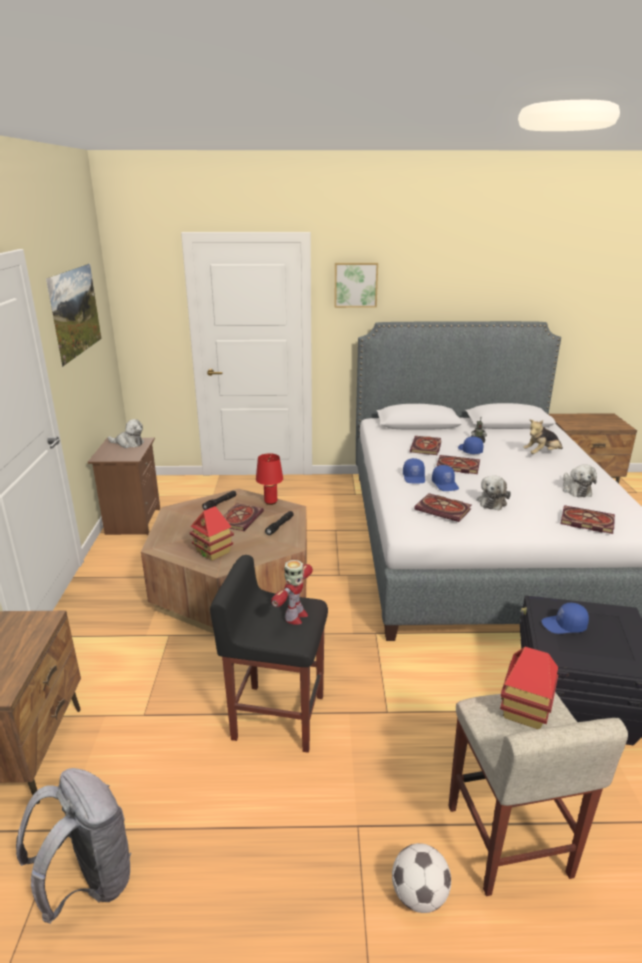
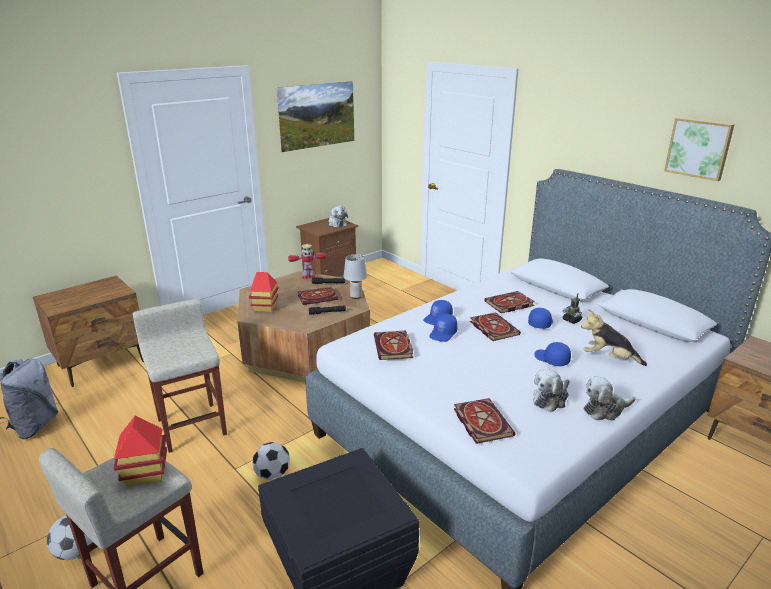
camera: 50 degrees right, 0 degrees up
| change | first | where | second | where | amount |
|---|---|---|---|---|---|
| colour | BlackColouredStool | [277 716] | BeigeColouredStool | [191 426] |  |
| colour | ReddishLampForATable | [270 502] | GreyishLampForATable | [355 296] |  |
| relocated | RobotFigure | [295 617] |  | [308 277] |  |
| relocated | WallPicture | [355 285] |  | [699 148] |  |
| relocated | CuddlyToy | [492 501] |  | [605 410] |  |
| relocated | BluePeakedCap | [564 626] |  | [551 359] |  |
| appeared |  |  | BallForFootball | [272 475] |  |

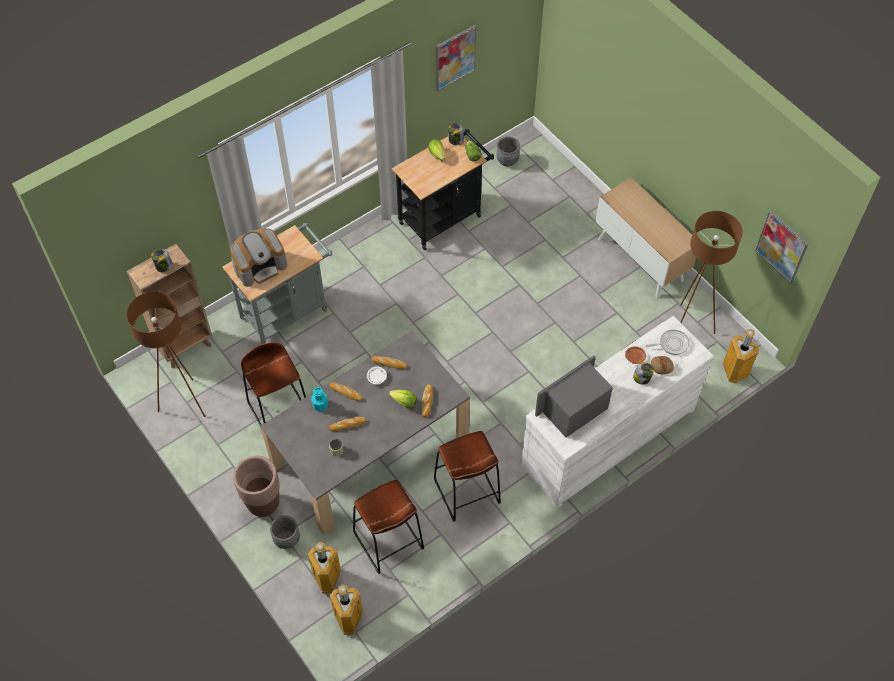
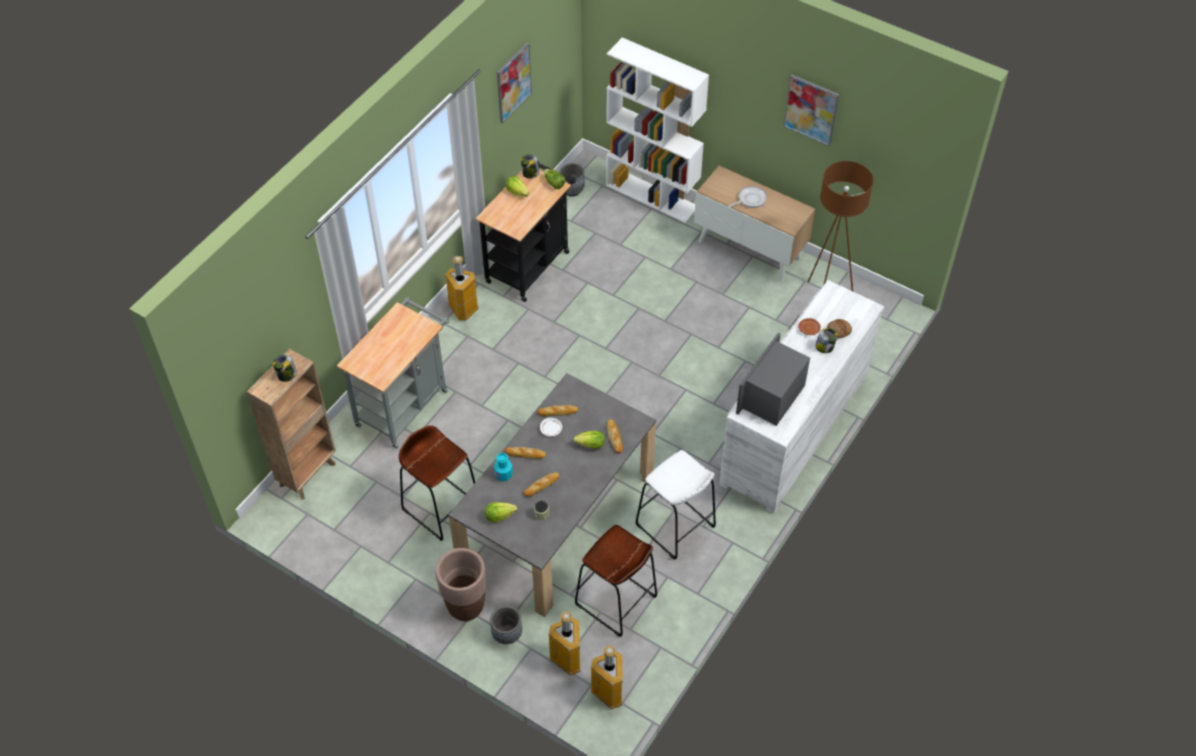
camera: 20 degrees left, 5 degrees down
| change | first | where | second | where | amount |
|---|---|---|---|---|---|
| missing | BrownishStandingLamp | [184 402] |  |  |  |
| missing | CoffeeMachine | [260 266] |  |  |  |
| colour | BrownishStool | [466 491] | WhitishStool | [675 526] |  |
| relocated | FryingPan | [671 344] |  | [750 199] |  |
| relocated | TrashCan | [734 371] |  | [462 309] |  |
| relocated | WallPicture | [782 246] |  | [811 109] |  |
| appeared |  |  | HeadOfLettuce | [499 516] |  |
| appeared |  |  | WhitishBookshelf | [652 196] |  |

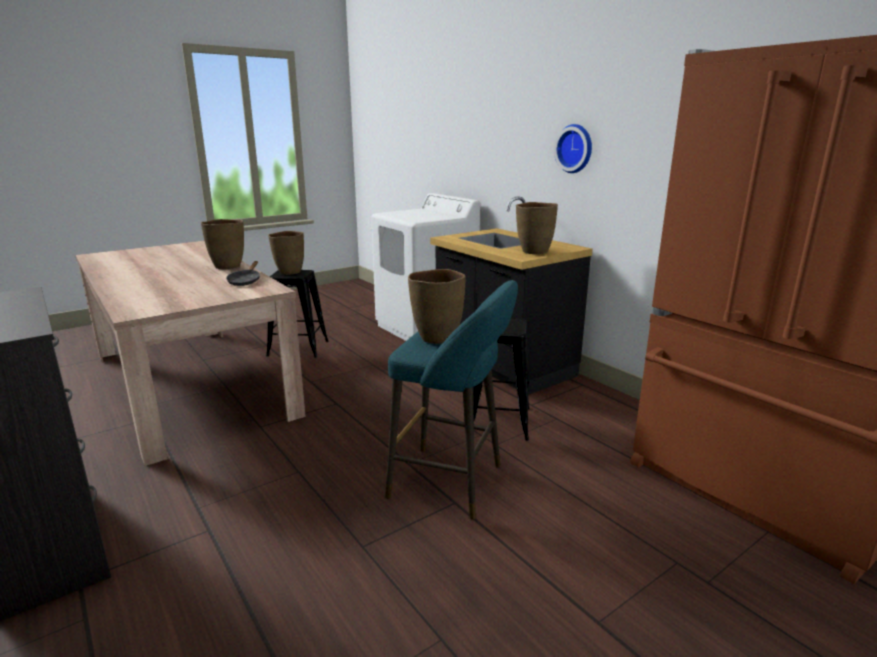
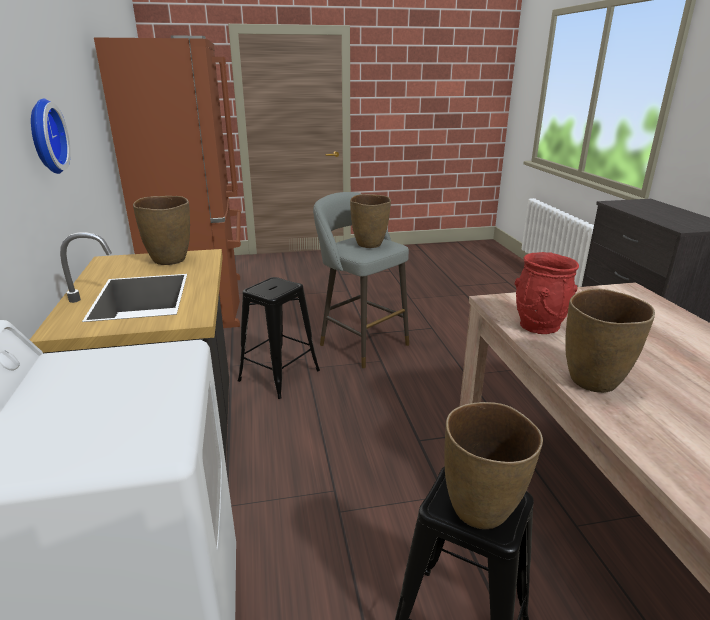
camera: 155 degrees left, 5 degrees up
| change | first | where | second | where | amount |
|---|---|---|---|---|---|
| exchanged | BlackColouredFryingPan | [245 281] | ReddishVase | [538 326] |  |
| colour | BlueGreenStool | [452 482] | GreyishStool | [360 343] |  |

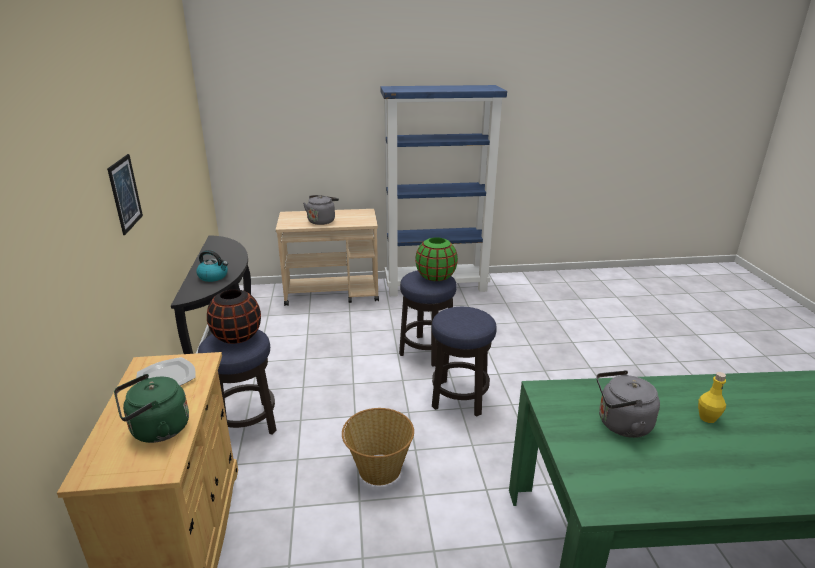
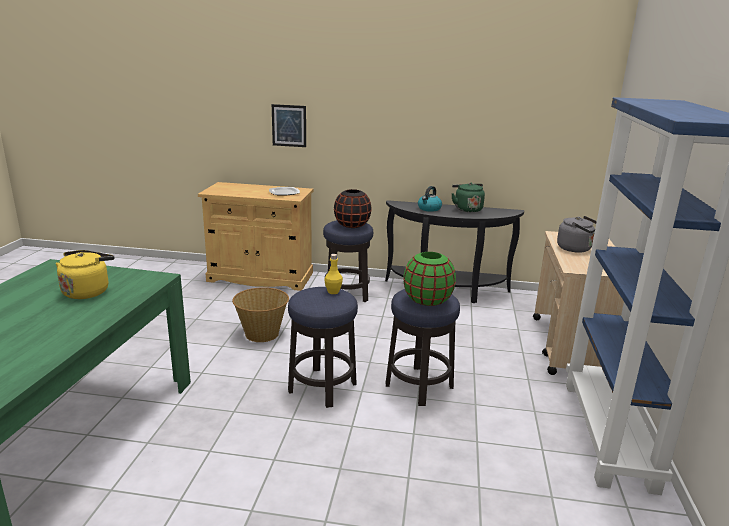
camera: 105 degrees right, 5 degrees down
| change | first | where | second | where | amount |
|---|---|---|---|---|---|
| relocated | WallPicture | [125 193] |  | [289 125] |  |
| relocated | GreenishKettle | [157 430] |  | [467 209] |  |
| colour | GreyishKettle | [620 424] | YellowKettle | [87 291] |  |
| relocated | YellowBeverageBottle | [707 418] |  | [333 292] |  |

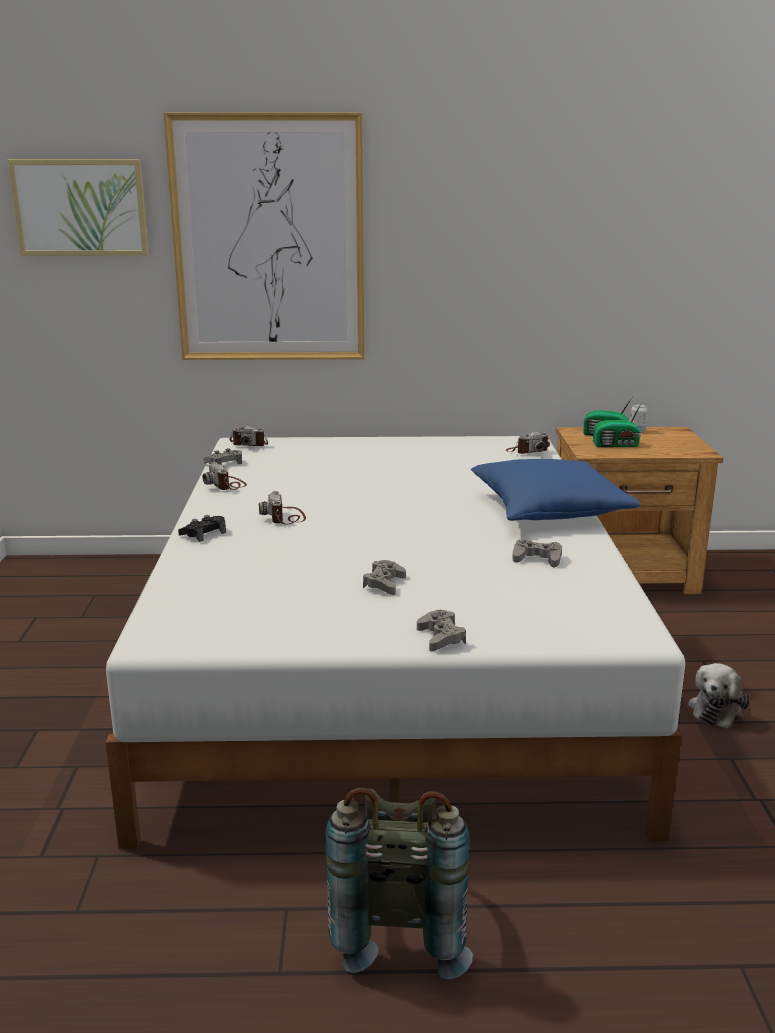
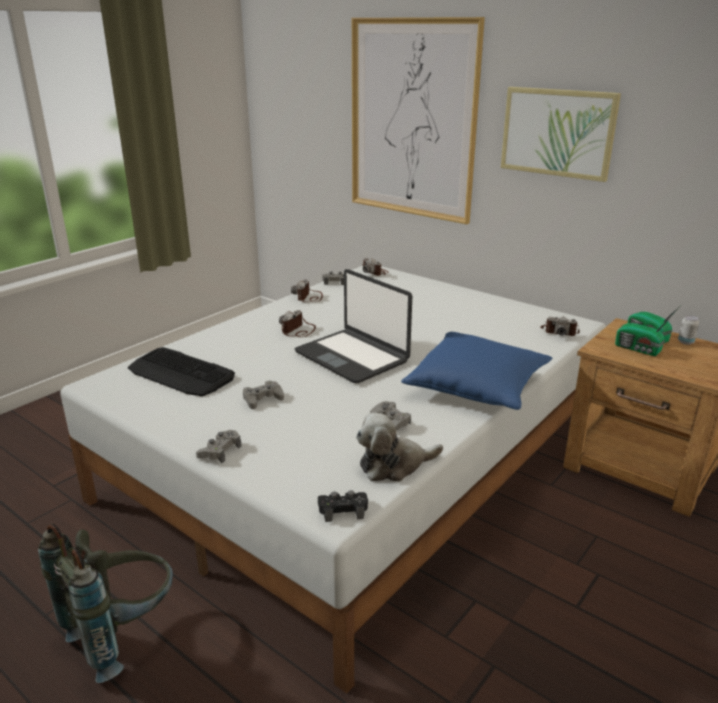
camera: 40 degrees right, 5 degrees up
| change | first | where | second | where | amount |
|---|---|---|---|---|---|
| relocated | WallPicture | [80 207] |  | [557 132] |  |
| relocated | BlackColouredGamepad | [203 534] |  | [343 510] |  |
| relocated | CuddlyToy | [717 709] |  | [394 465] |  |
| appeared |  |  | Keyboard | [181 373] |  |
| appeared |  |  | NotebookComputer | [352 356] |  |

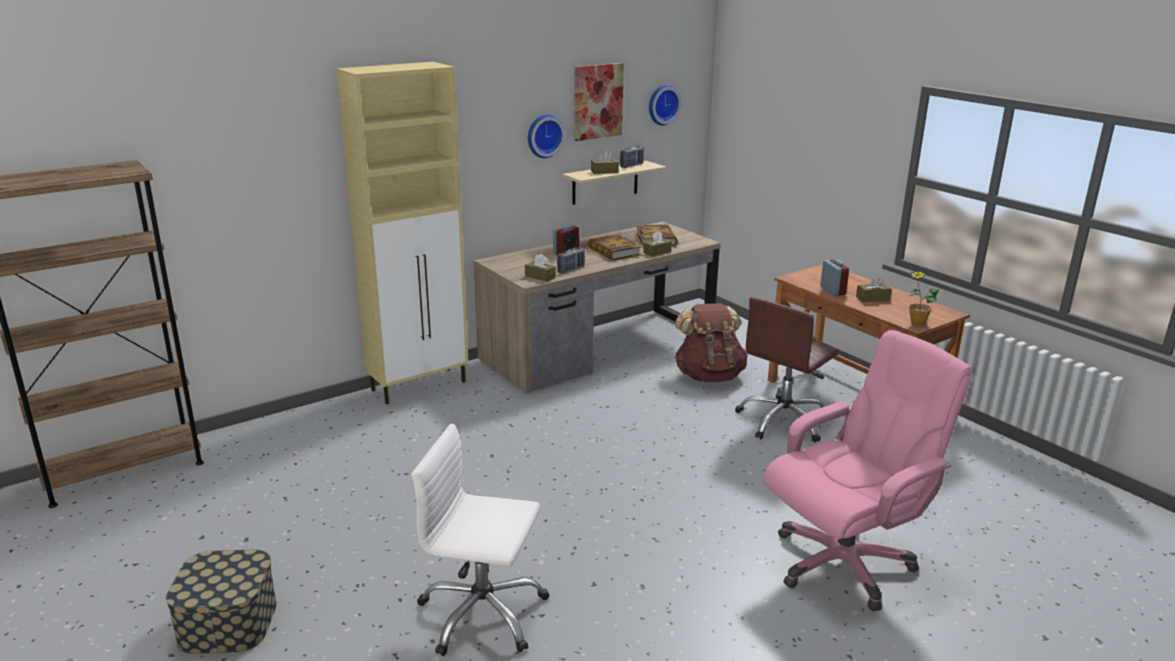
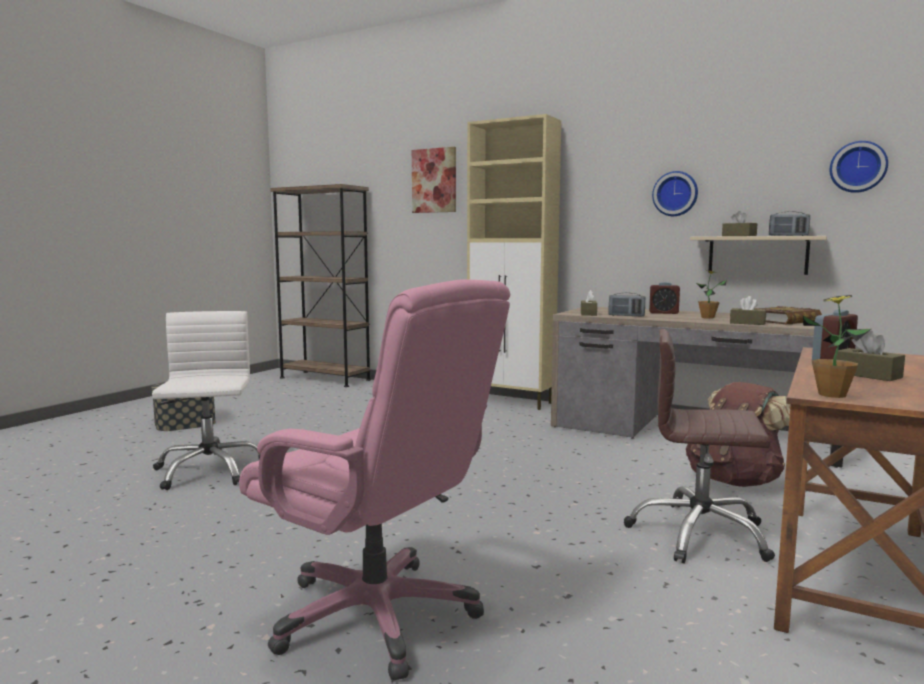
camera: 65 degrees right, 15 degrees down
| change | first | where | second | where | amount |
|---|---|---|---|---|---|
| relocated | WallPicture | [597 101] |  | [434 180] |  |
| exchanged | Volume | [614 251] | PlantInAPot | [707 317] |  |

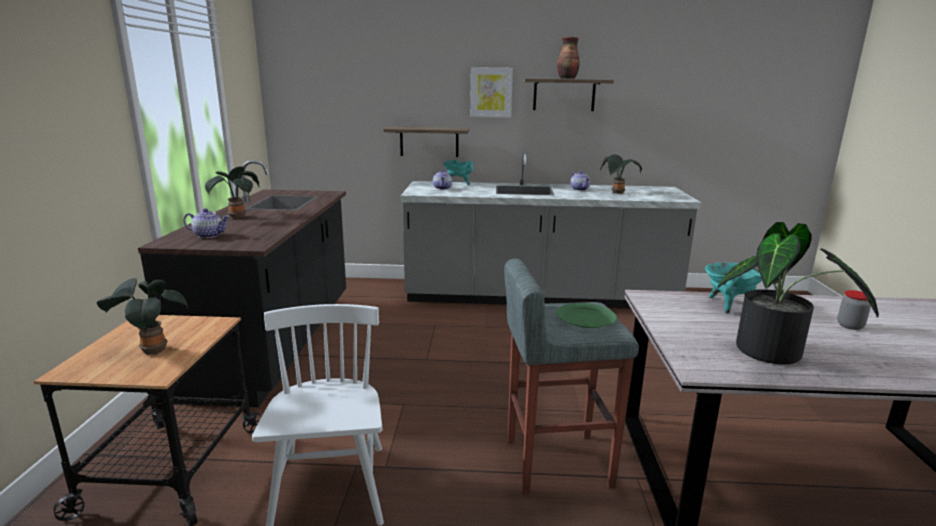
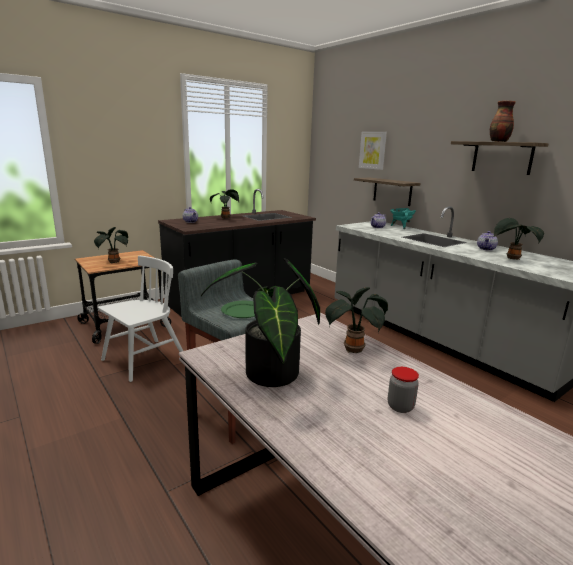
camera: 50 degrees right, 0 degrees up
| change | first | where | second | where | amount |
|---|---|---|---|---|---|
| relocated | WallPicture | [491 92] |  | [373 150] |  |
| exchanged | BlueGreenCookingPot | [728 305] | PlantInAPot | [353 348] |  |

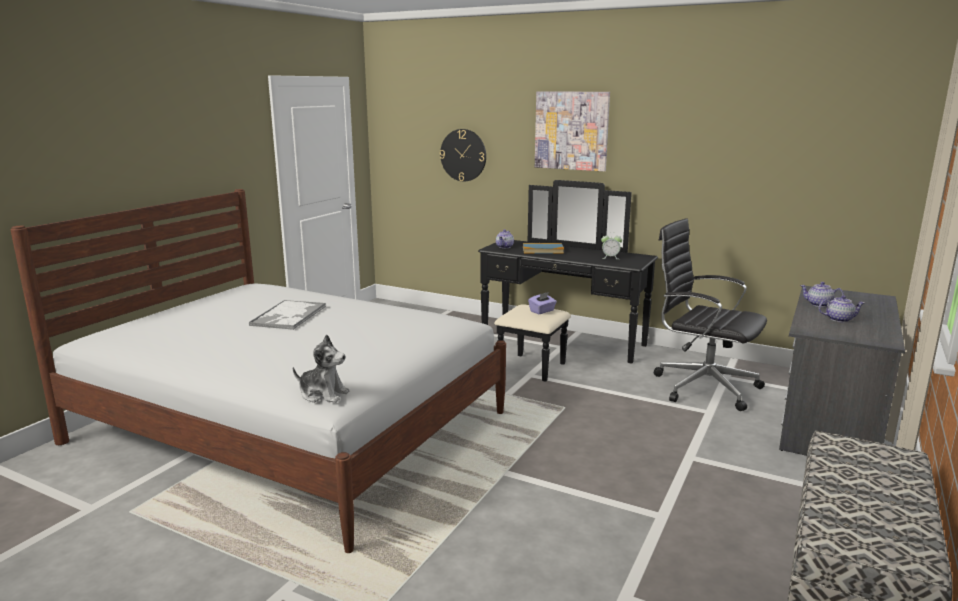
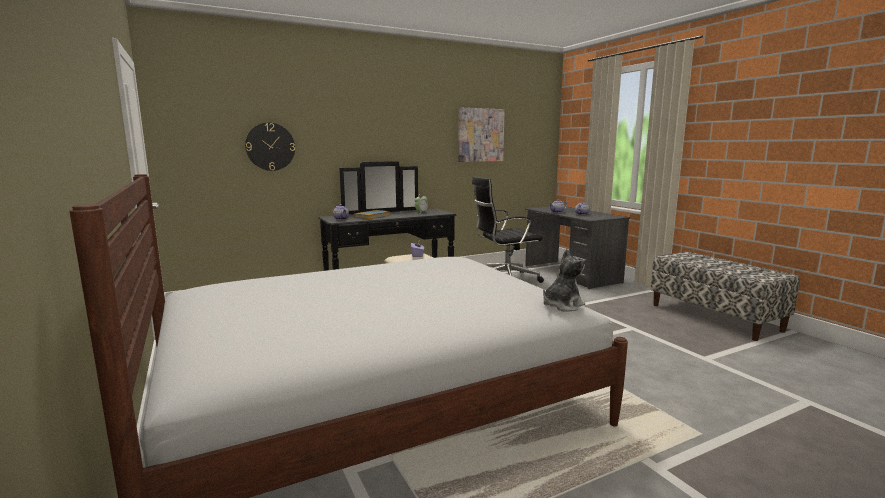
camera: 55 degrees left, 5 degrees down
| change | first | where | second | where | amount |
|---|---|---|---|---|---|
| missing | CarryingTray | [288 316] |  |  |  |
| relocated | WallPicture | [571 130] |  | [480 135] |  |

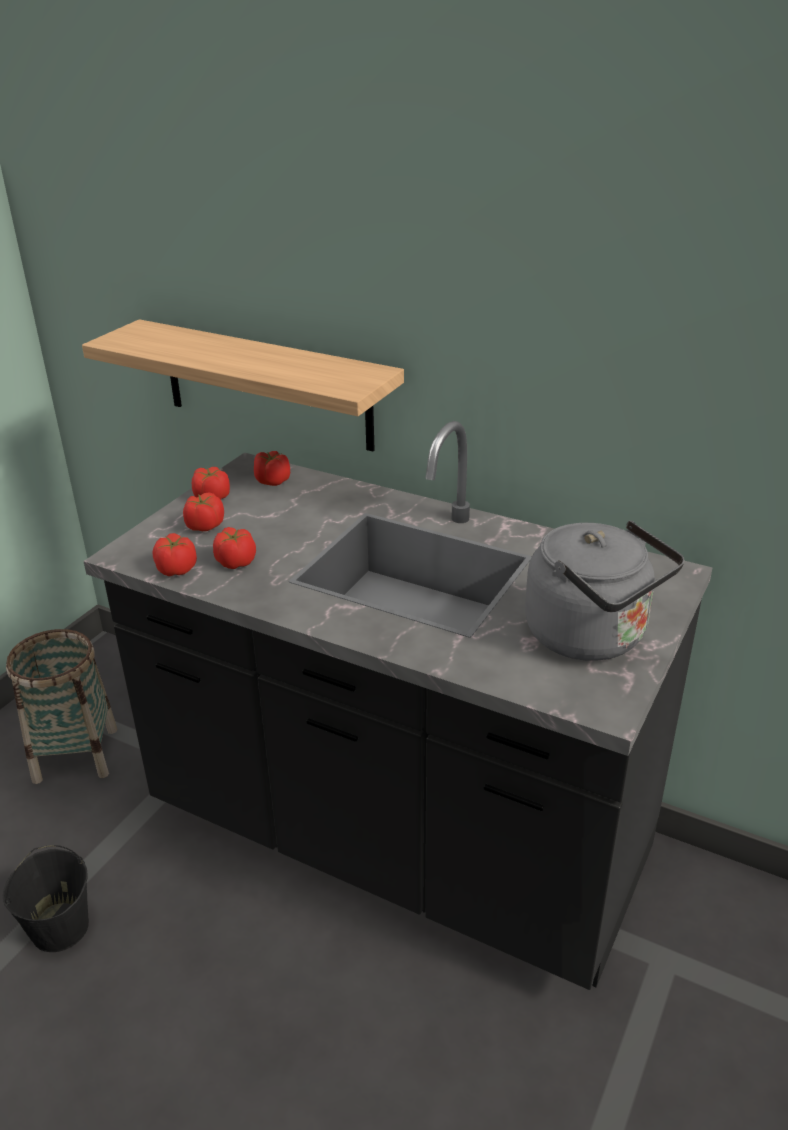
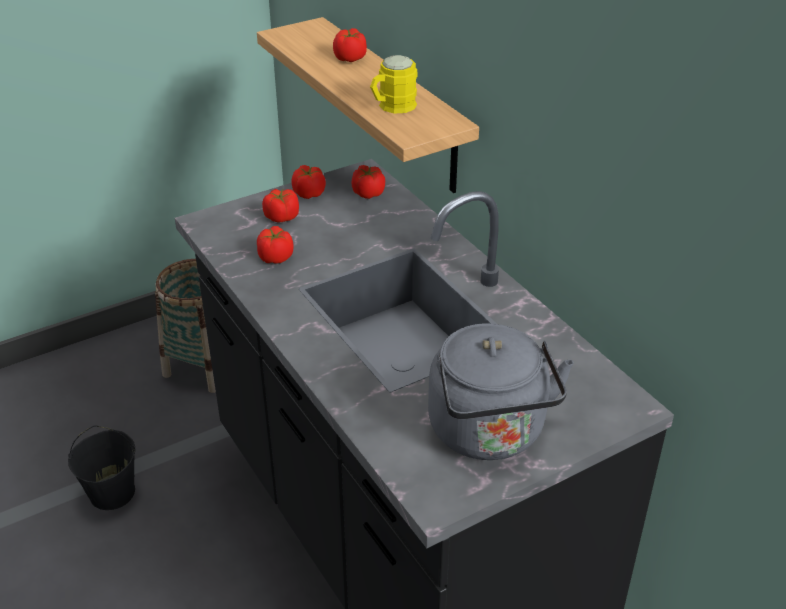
camera: 30 degrees right, 5 degrees up
| change | first | where | second | where | amount |
|---|---|---|---|---|---|
| relocated | FreshTomato | [176 569] |  | [350 58] |  |
| appeared |  |  | YellowTeaMug | [392 107] |  |

